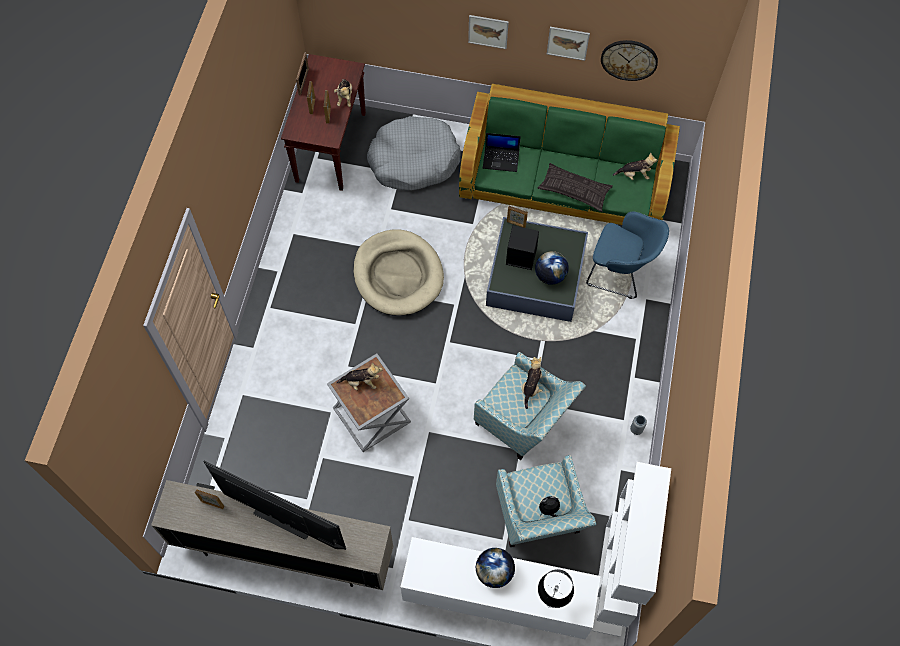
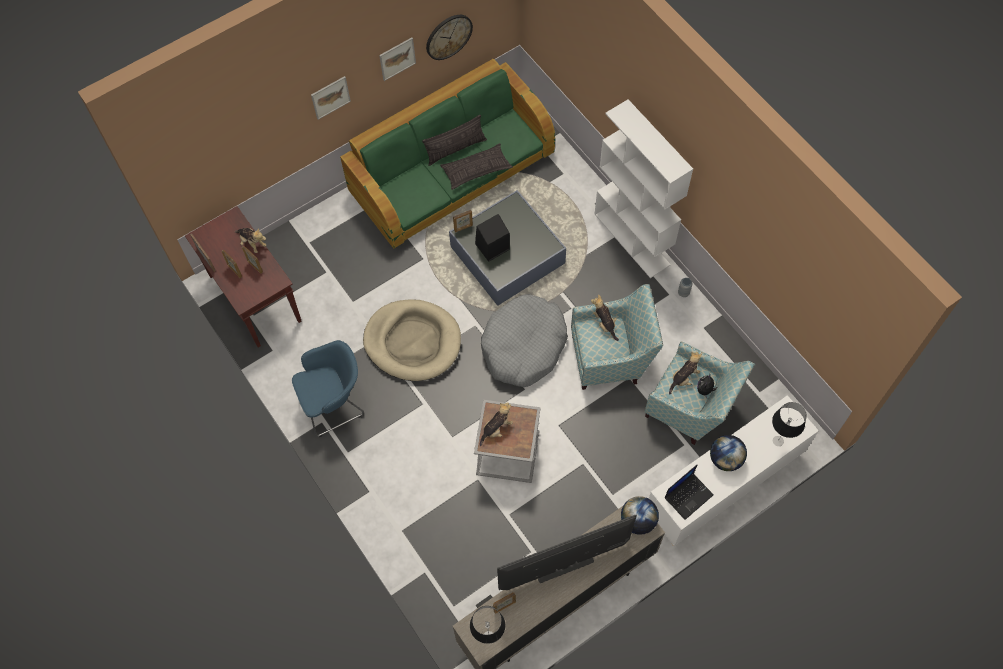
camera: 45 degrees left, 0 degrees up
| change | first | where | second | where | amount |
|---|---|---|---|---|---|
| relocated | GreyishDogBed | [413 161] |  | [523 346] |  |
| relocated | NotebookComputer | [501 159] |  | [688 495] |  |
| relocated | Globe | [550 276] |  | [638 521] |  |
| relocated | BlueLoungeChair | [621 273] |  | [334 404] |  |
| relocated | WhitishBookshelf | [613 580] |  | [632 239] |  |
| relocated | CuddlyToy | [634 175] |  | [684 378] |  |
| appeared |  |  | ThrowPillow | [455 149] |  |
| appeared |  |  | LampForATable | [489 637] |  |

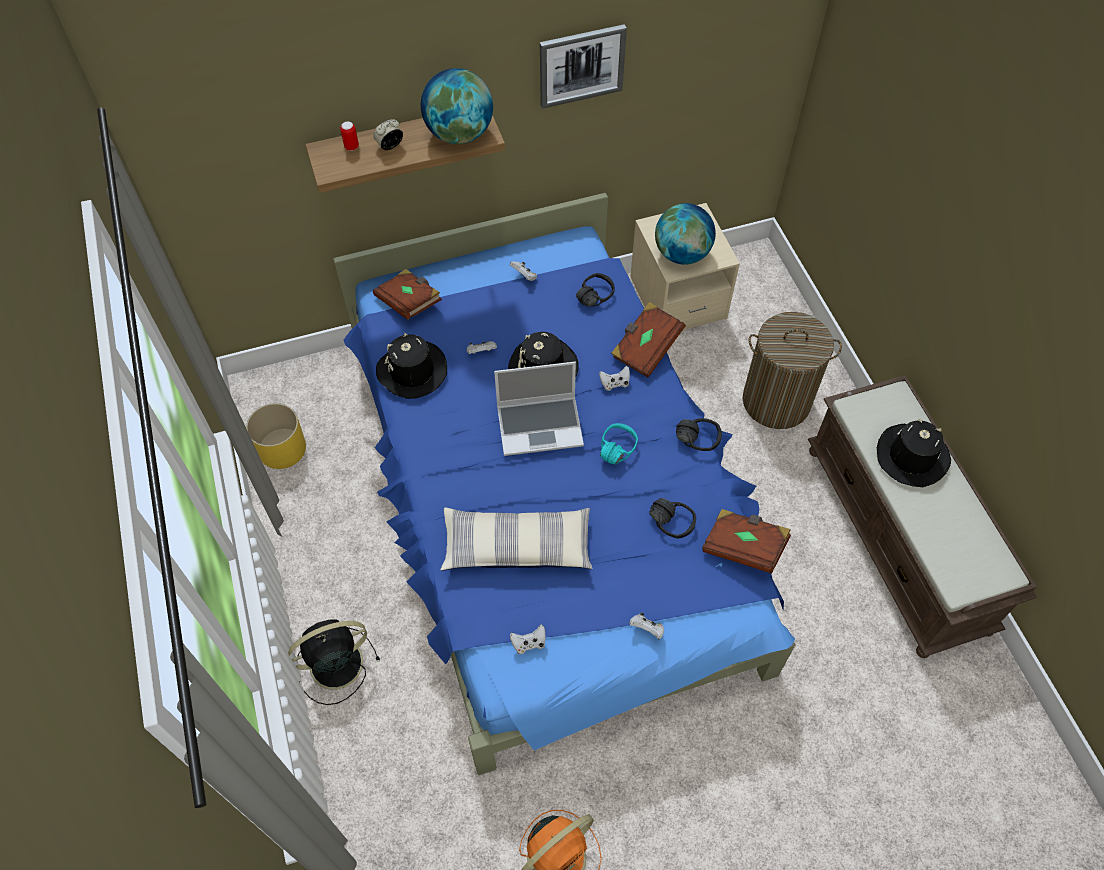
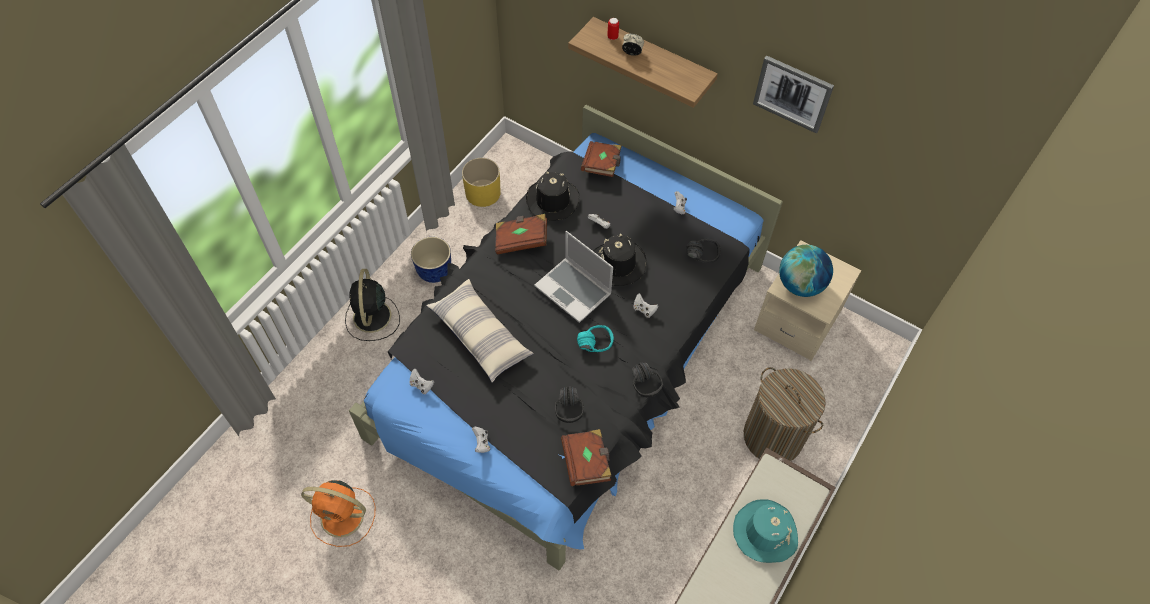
camera: 50 degrees right, 0 degrees up
| change | first | where | second | where | amount |
|---|---|---|---|---|---|
| spun | BlackColouredFan | [334 664] |  | [372 318] | 120 degrees counterclockwise |
| colour | BlueSleepingBed | [549 500] | BlackColouredSleepingBed | [571 352] |  |
| missing | Globe | [459 134] |  |  |  |
| relocated | BrownishVolume | [646 348] |  | [521 240] |  |
| colour | BlackColouredHat | [911 457] | BlueGreenHat | [765 532] |  |
| appeared |  |  | Planter | [435 272] |  |

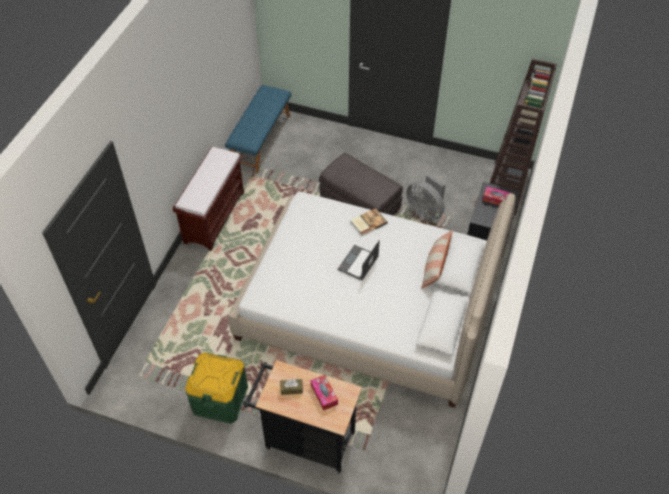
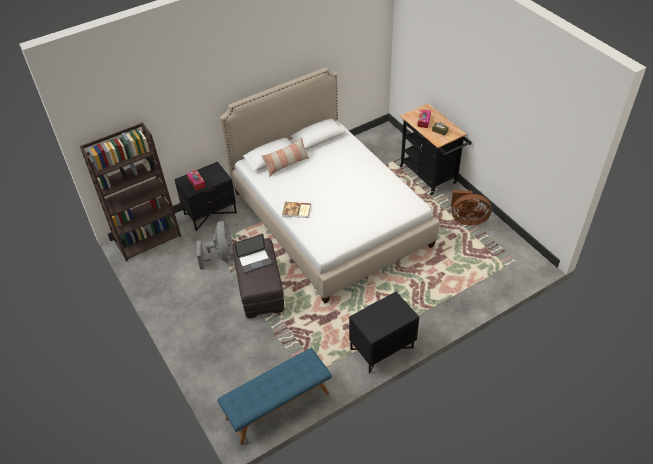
camera: 140 degrees left, 5 degrees down
| change | first | where | second | where | amount |
|---|---|---|---|---|---|
| exchanged | BrownishIndoorBench | [214 216] | BlackColouredNightstand | [382 349] |  |
| exchanged | GreenishStorageContainer | [220 399] | BrownishFan | [467 219] |  |
| relocated | NotebookComputer | [358 263] |  | [255 260] |  |

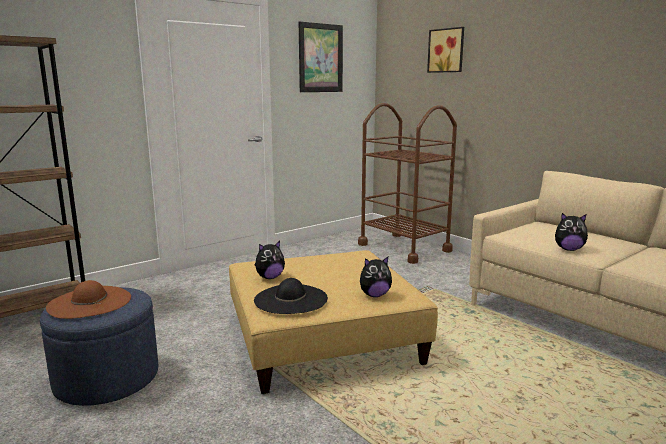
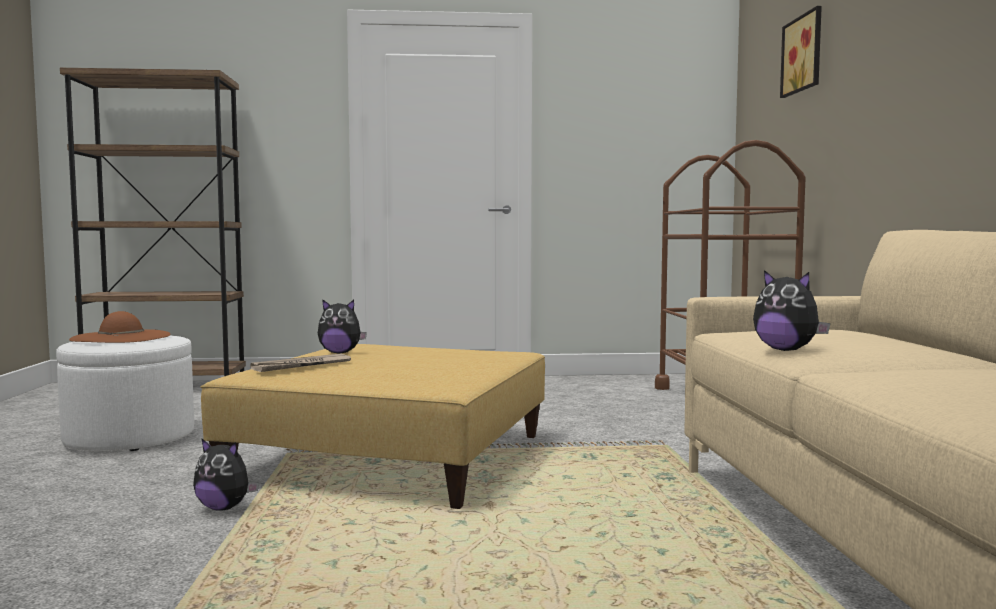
camera: 35 degrees right, 10 degrees down
| change | first | where | second | where | amount |
|---|---|---|---|---|---|
| colour | BlueOttoman | [107 379] | WhitishOttoman | [130 438] |  |
| exchanged | BlackColouredHat | [291 299] | Newspaper | [301 366] |  |
| missing | WallPicture | [320 58] |  |  |  |
| relocated | CuddlyToy | [374 295] |  | [224 507] |  |

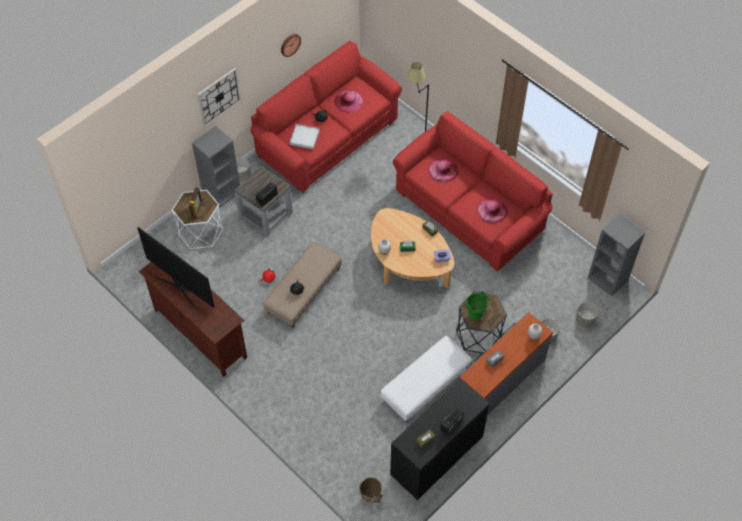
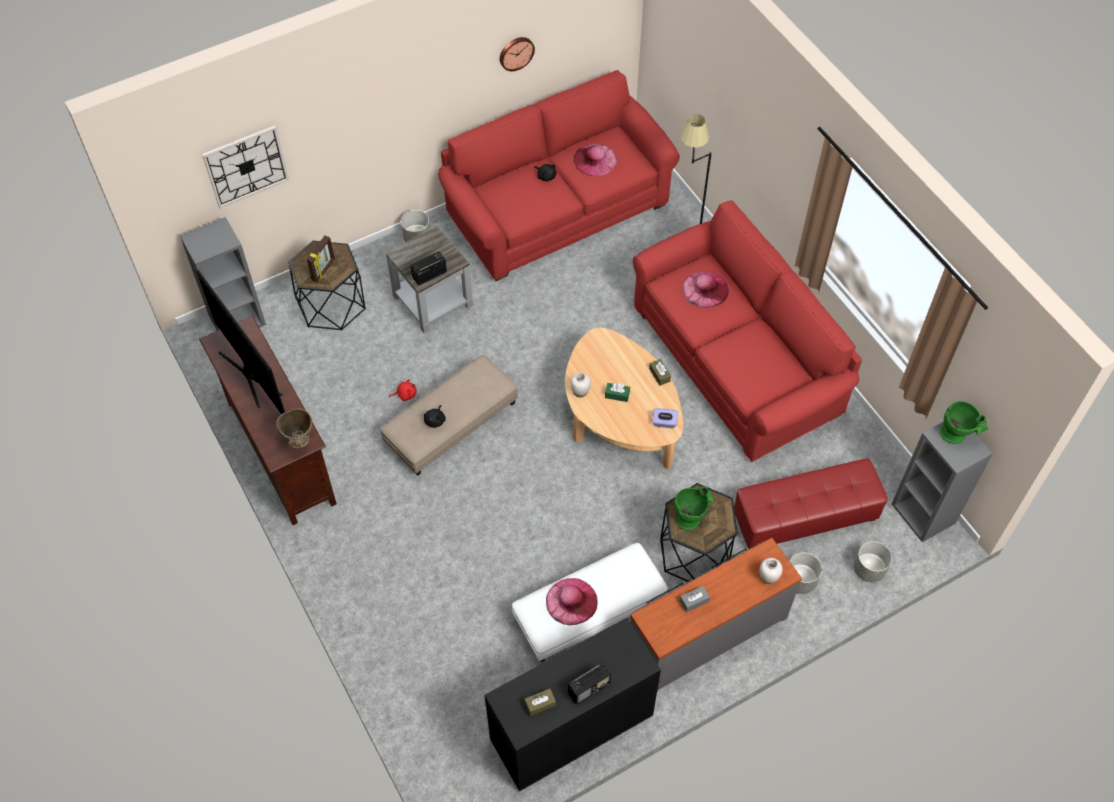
camera: 15 degrees right, 0 degrees up
| change | first | where | second | where | amount |
|---|---|---|---|---|---|
| colour | WhitishAccentTable | [201 232] | BlackColouredAccentTable | [332 306] |  |
| relocated | GreyishBookshelf | [221 192] |  | [237 319] |  |
| relocated | ClockOnTheWall | [219 97] |  | [246 166] |  |
| missing | WhitishCarryingTray | [304 137] |  |  |  |
| relocated | BeigeColouredVase | [371 497] |  | [300 442] |  |
| relocated | PinkColouredHat | [492 210] |  | [571 601] |  |
| appeared |  |  | ReddishOttoman | [805 516] |  |
| appeared |  |  | GreenishVase | [957 434] |  |

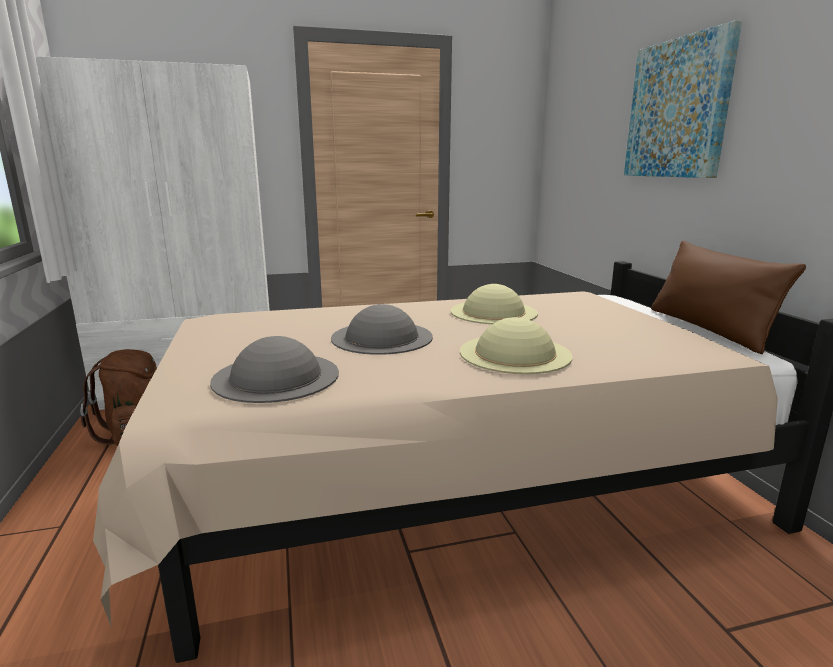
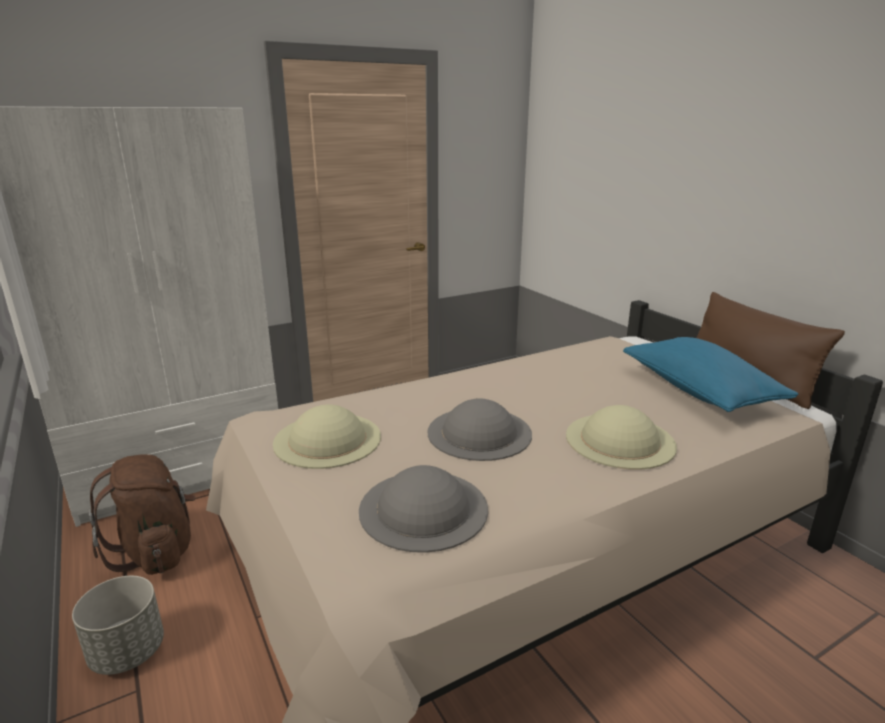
camera: 15 degrees left, 5 degrees up
| change | first | where | second | where | amount |
|---|---|---|---|---|---|
| relocated | BeigeColouredHat | [493 312] |  | [327 439] |  |
| missing | WallPicture | [678 109] |  |  |  |
| appeared |  |  | GreyishPlanter | [127 652] |  |
| appeared |  |  | BlueThrowPillow | [699 391] |  |

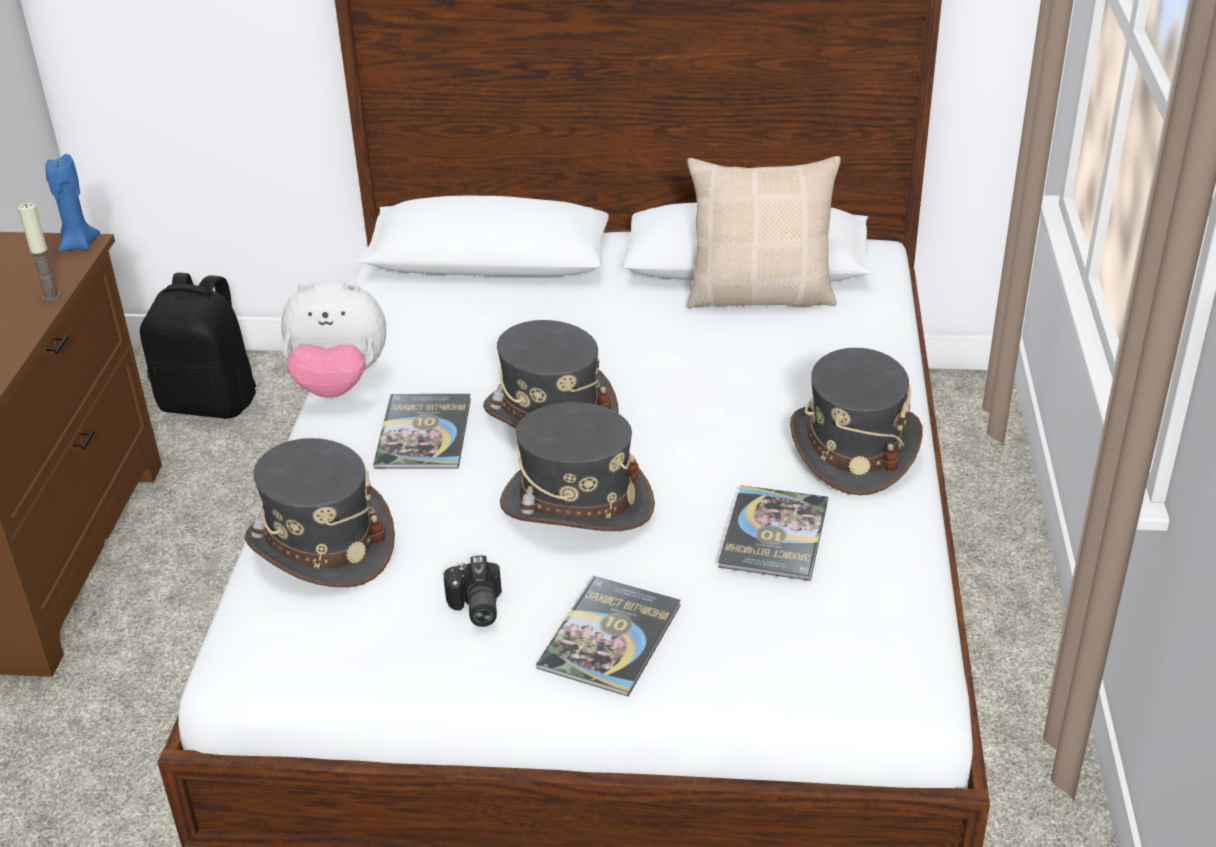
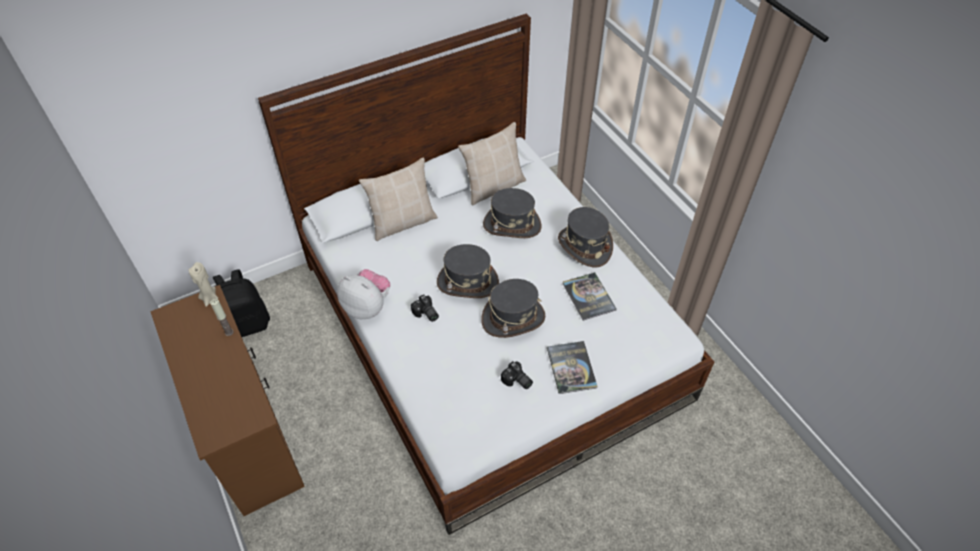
camera: 35 degrees left, 15 degrees up
| change | first | where | second | where | amount |
|---|---|---|---|---|---|
| colour | BlueWaxLight | [78 245] | BeigeColouredWaxLight | [209 298] |  |
| relocated | GreyishHat | [321 544] |  | [512 225] |  |
| spun | CuddlyToy | [338 384] |  | [367 307] | 120 degrees counterclockwise |
| exchanged | Volume | [423 433] | PhotoCamera | [425 314] |  |
| appeared |  |  | BeigeColouredThrowPillow | [403 222] |  |

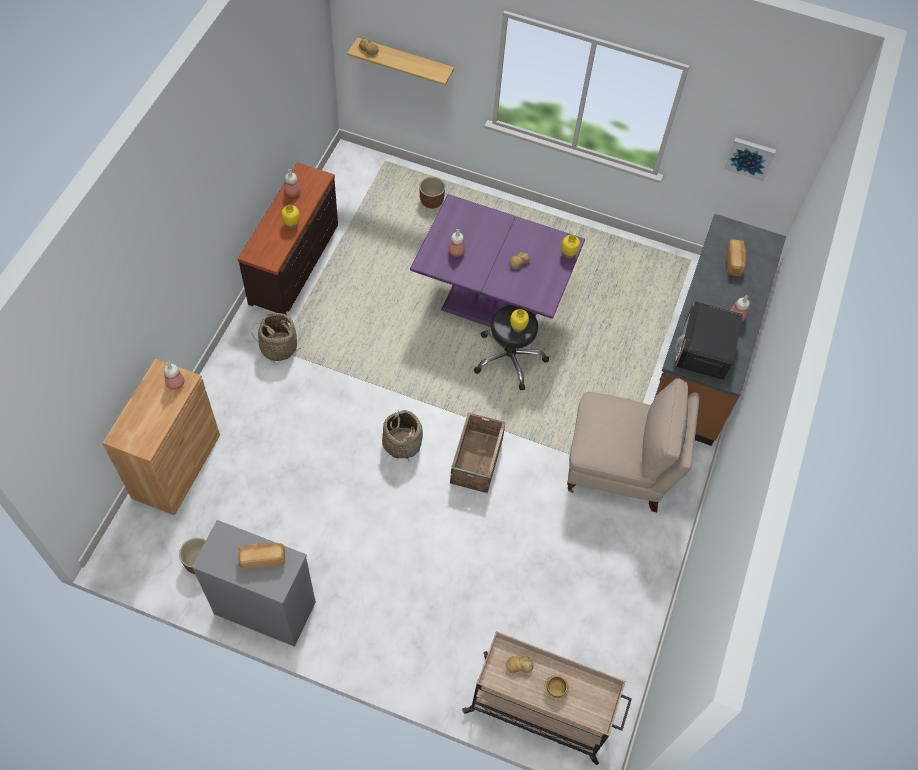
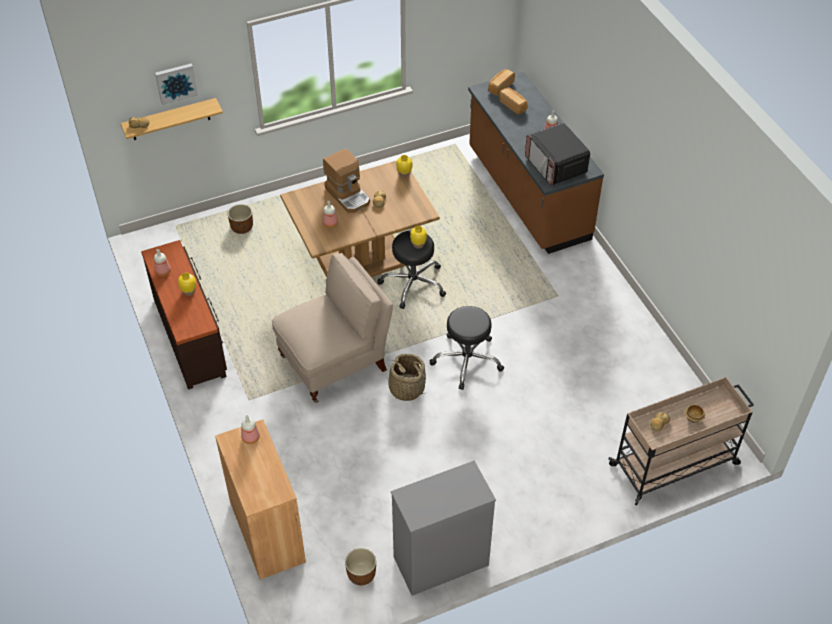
camera: 40 degrees left, 10 degrees down
| change | first | where | second | where | amount |
|---|---|---|---|---|---|
| relocated | Bread | [262 558] |  | [500 87] |  |
| missing | HouseholdBasket | [278 347] |  |  |  |
| colour | PurplishDinnerTable | [492 303] | BrownishDinnerTable | [362 260] |  |
| exchanged | ShippingCrate | [475 461] | BlackColouredStool | [466 360] |  |
| relocated | BeigeColouredChair | [619 469] |  | [335 363] |  |
| relocated | WallPicture | [750 157] |  | [176 83] |  |
| appeared |  |  | CoffeeMachine | [348 195] |  |

